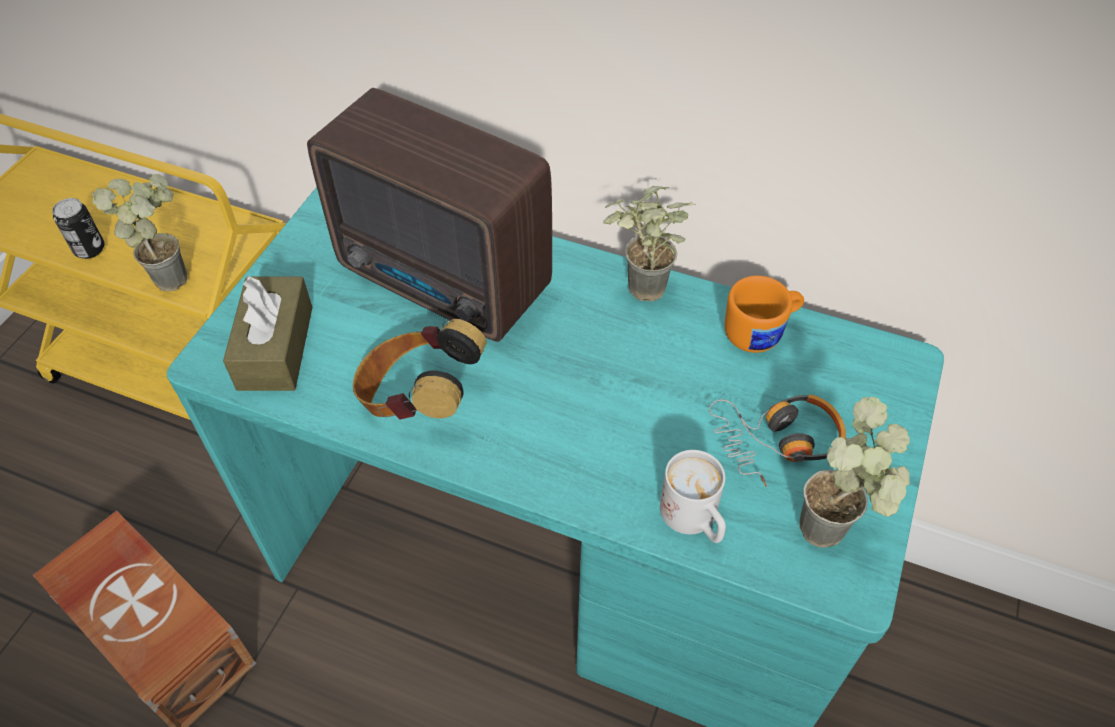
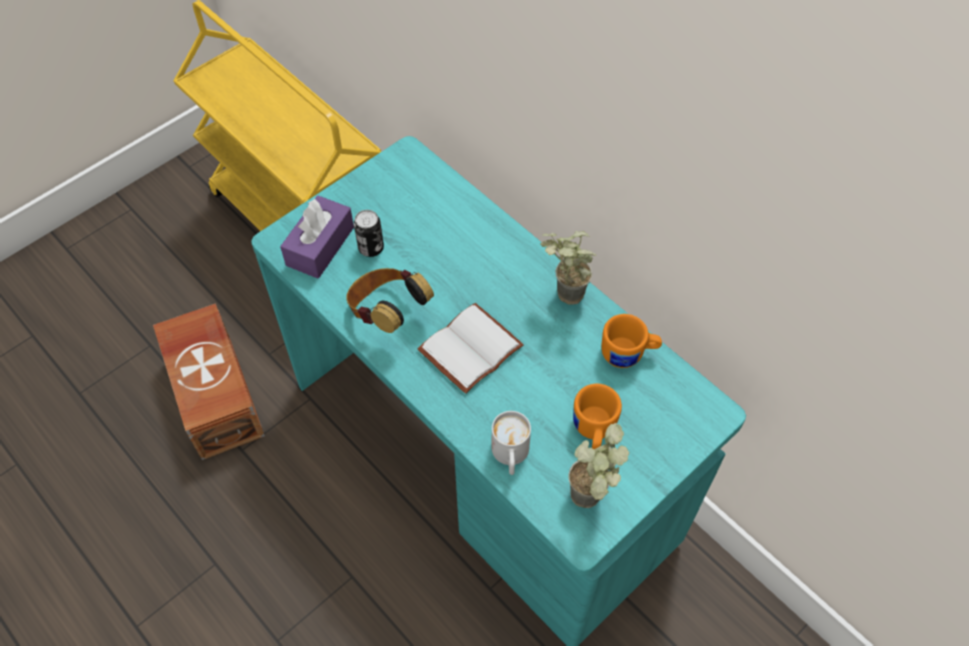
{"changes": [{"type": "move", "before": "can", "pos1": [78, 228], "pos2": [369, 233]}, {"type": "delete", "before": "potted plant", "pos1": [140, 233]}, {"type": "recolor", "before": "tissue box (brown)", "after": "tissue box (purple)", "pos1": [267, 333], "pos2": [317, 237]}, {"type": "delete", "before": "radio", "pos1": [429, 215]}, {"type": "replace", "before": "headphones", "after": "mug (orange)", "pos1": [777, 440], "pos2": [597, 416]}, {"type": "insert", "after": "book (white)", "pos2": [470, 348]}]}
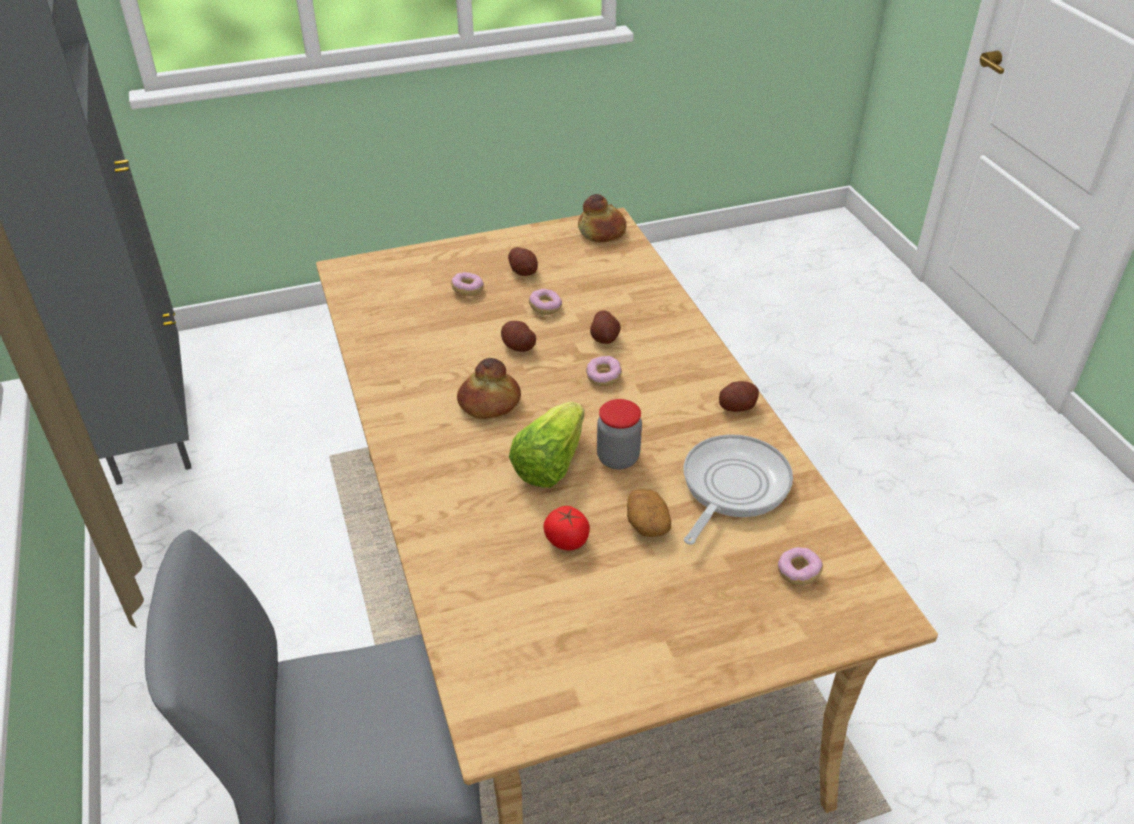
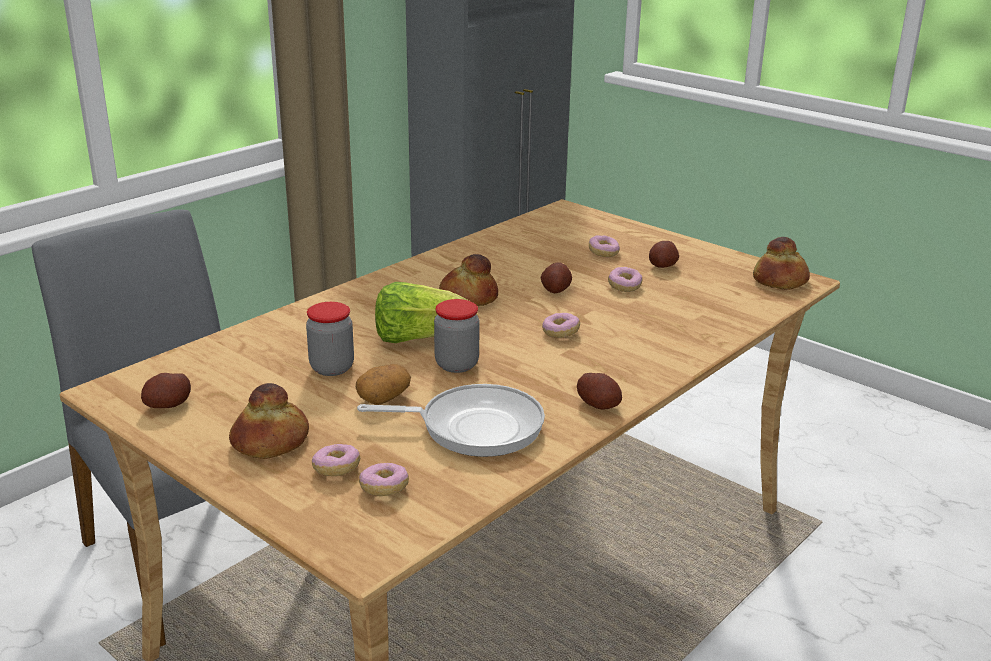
{"changes": [{"type": "replace", "before": "tomato", "after": "jar", "pos1": [567, 528], "pos2": [330, 339]}, {"type": "move", "before": "potato", "pos1": [605, 327], "pos2": [166, 390]}, {"type": "insert", "after": "bread", "pos2": [269, 421]}, {"type": "insert", "after": "donut", "pos2": [336, 460]}]}
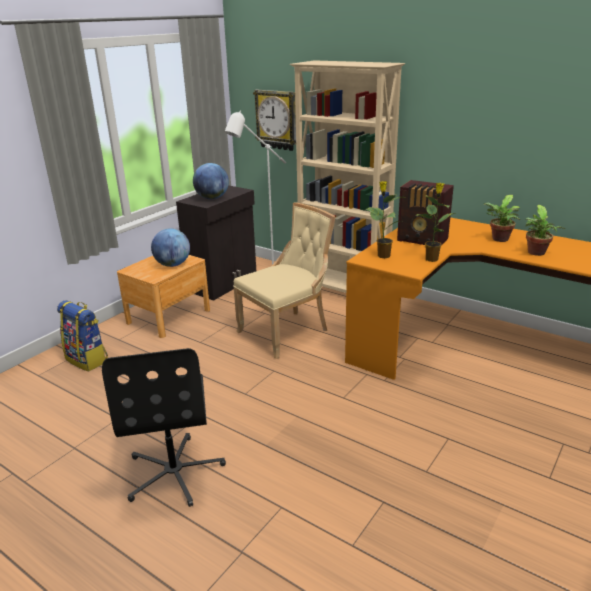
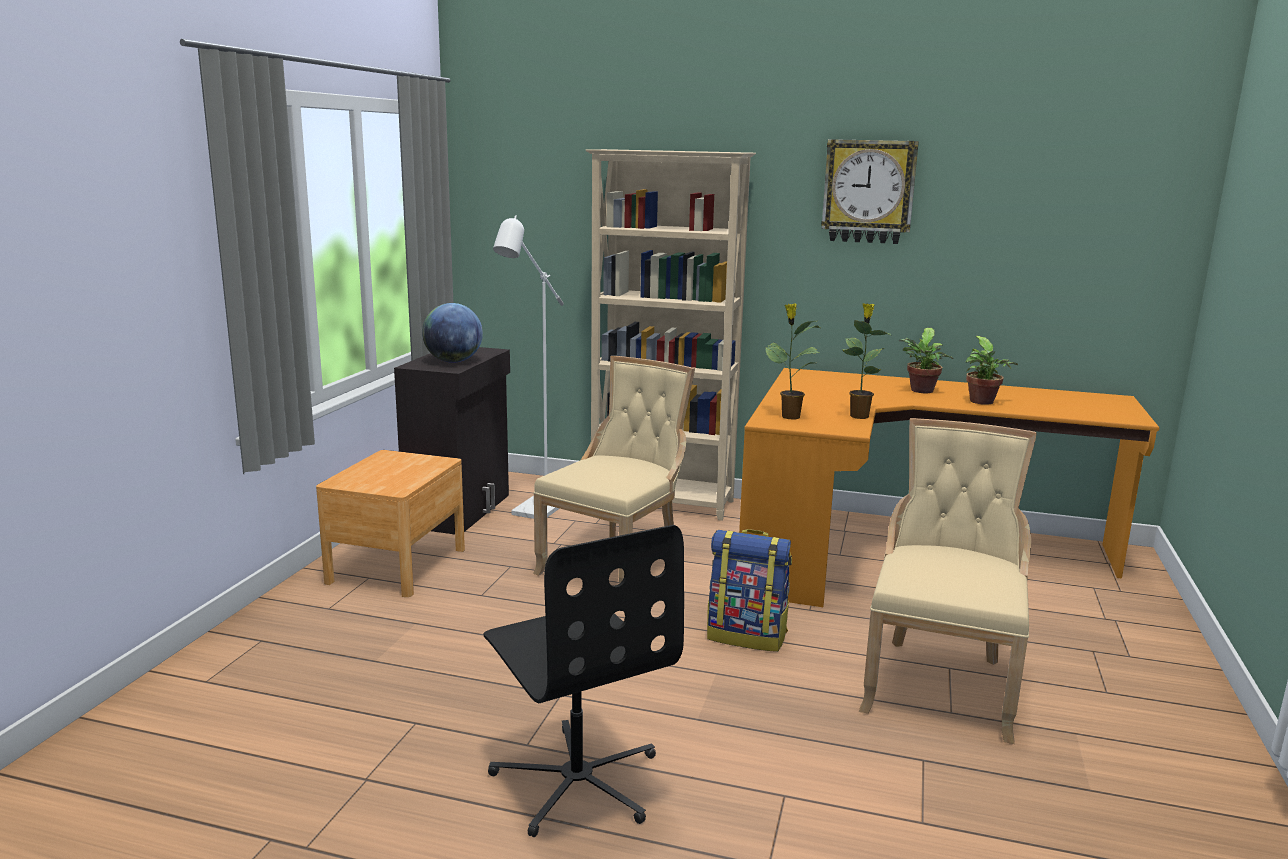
{"changes": [{"type": "move", "before": "backpack", "pos1": [82, 336], "pos2": [749, 590]}, {"type": "delete", "before": "globe", "pos1": [170, 247]}, {"type": "move", "before": "wall clock", "pos1": [274, 120], "pos2": [870, 191]}, {"type": "delete", "before": "radio", "pos1": [425, 212]}, {"type": "insert", "after": "chair (beige)", "pos2": [948, 581]}]}
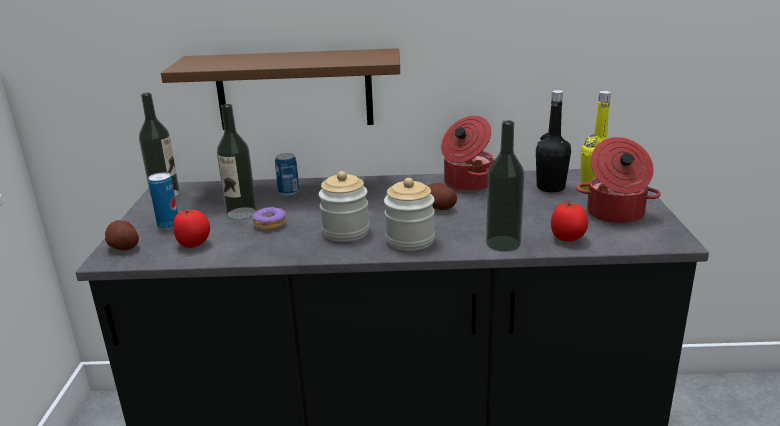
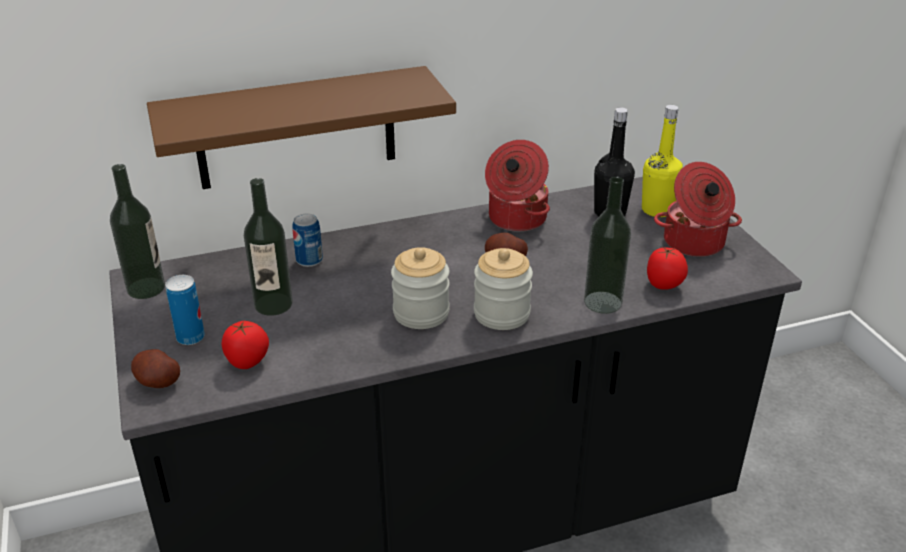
{"changes": [{"type": "delete", "before": "donut", "pos1": [269, 218]}]}
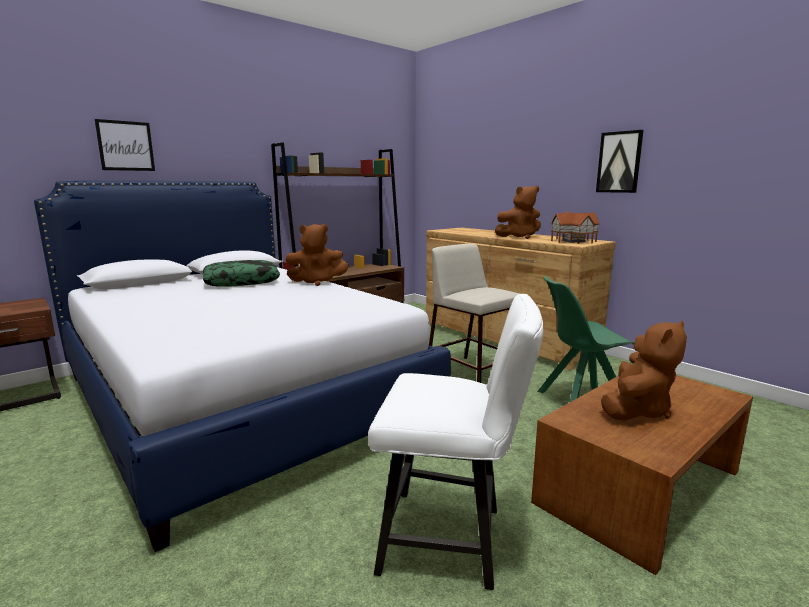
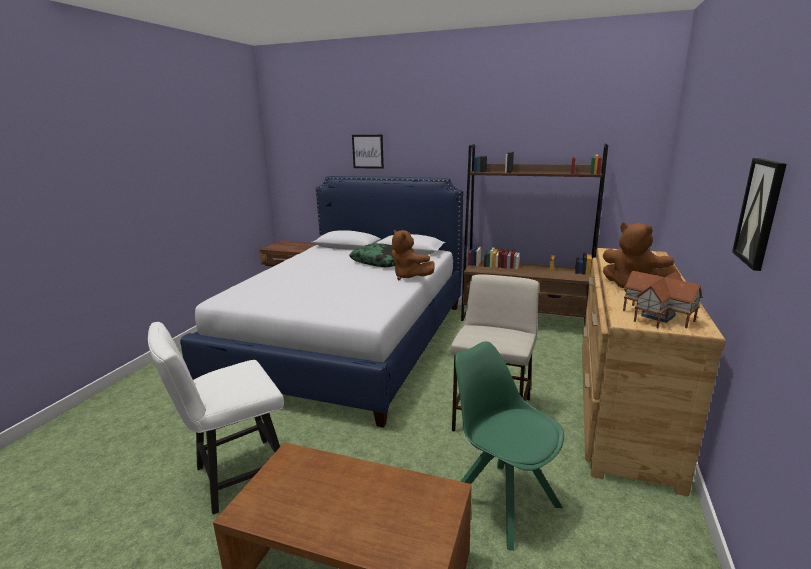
{"changes": [{"type": "rotate", "before": "chair (white)", "pos1": [455, 442], "pos2": [216, 418], "turn": 75}, {"type": "delete", "before": "plush toy (brown)", "pos1": [644, 371]}]}
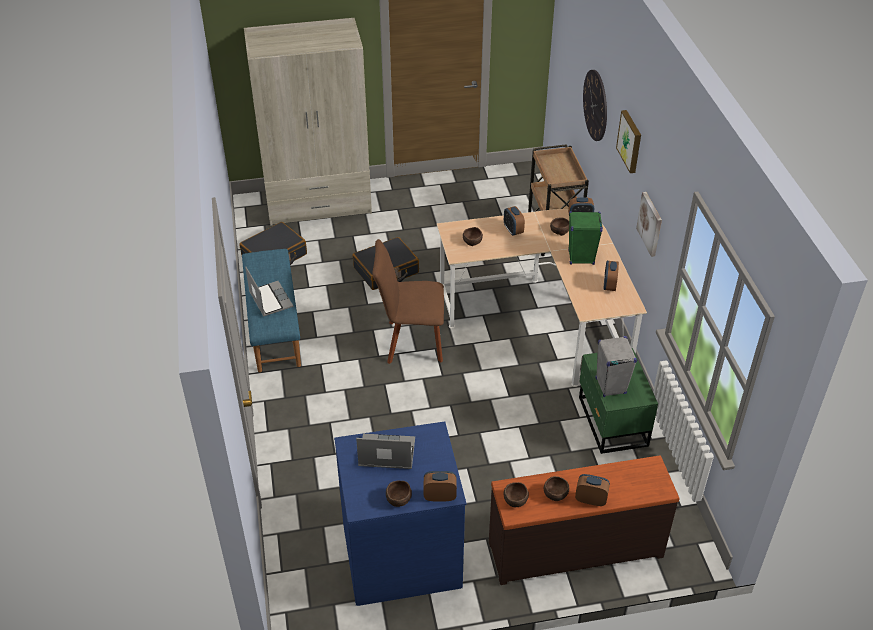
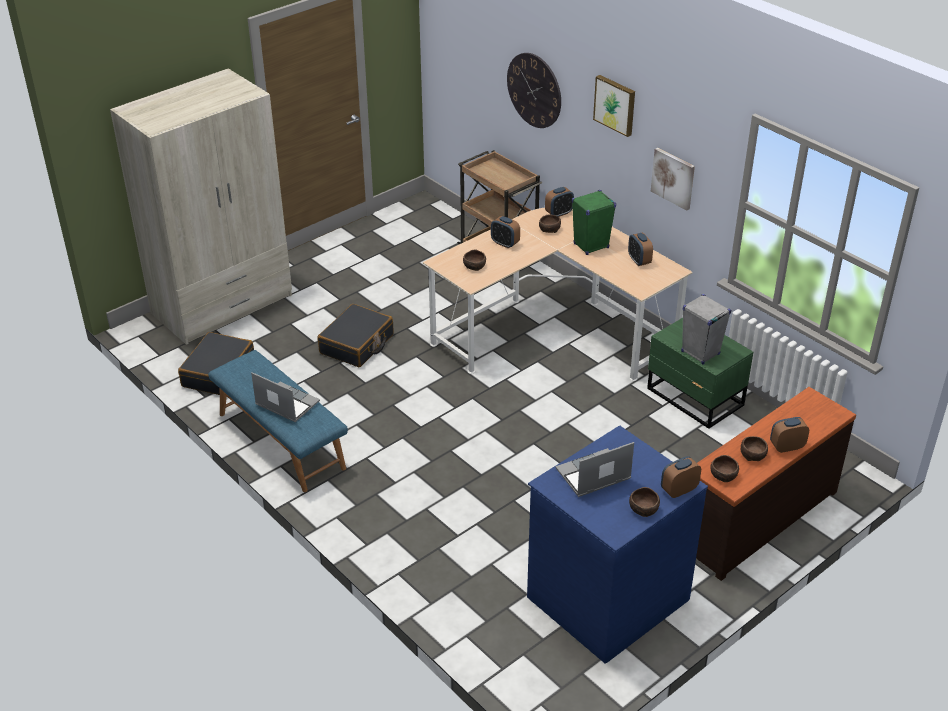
{"changes": [{"type": "delete", "before": "chair (brown)", "pos1": [408, 301]}]}
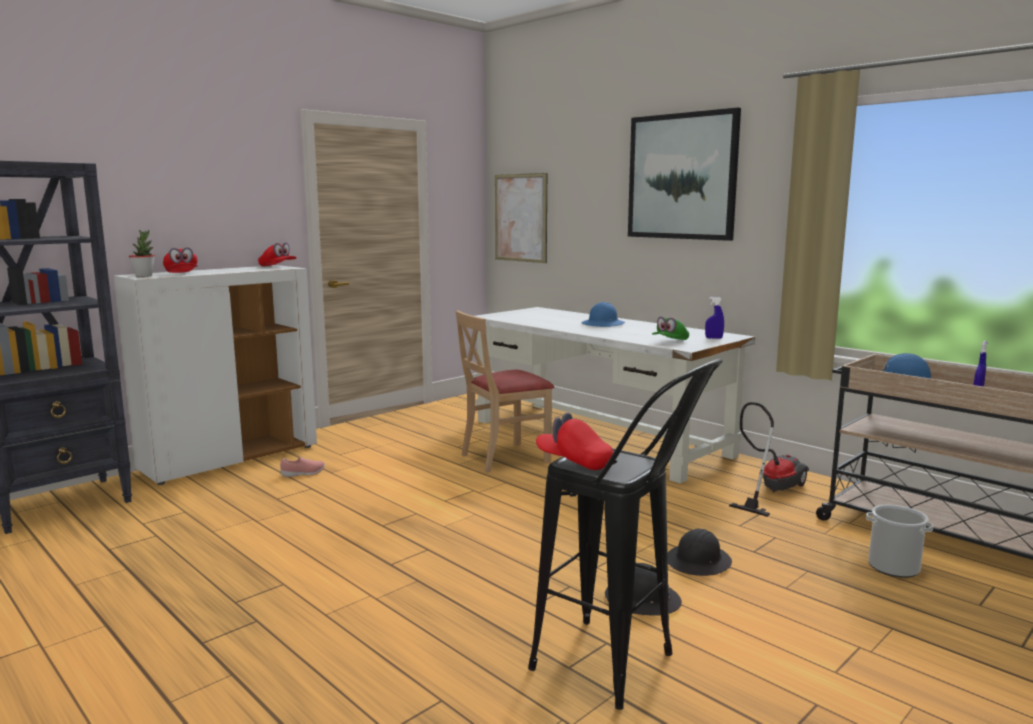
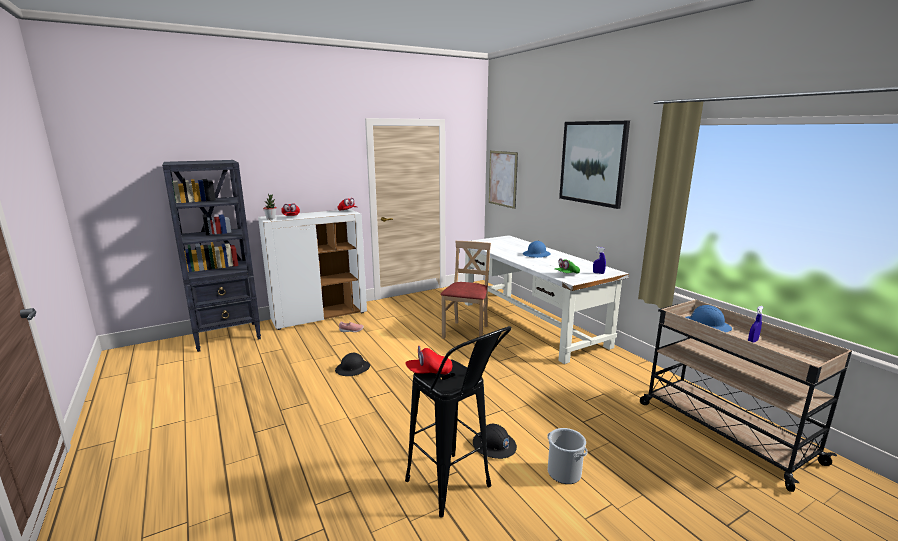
{"changes": [{"type": "rotate", "before": "chair (beige)", "pos1": [505, 392], "pos2": [465, 290], "turn": 120}, {"type": "rotate", "before": "cap (red)", "pos1": [575, 441], "pos2": [428, 360], "turn": -60}, {"type": "move", "before": "hard hat (black)", "pos1": [699, 552], "pos2": [352, 364]}, {"type": "delete", "before": "vacuum cleaner", "pos1": [769, 459]}, {"type": "move", "before": "bucket", "pos1": [899, 541], "pos2": [567, 456]}]}
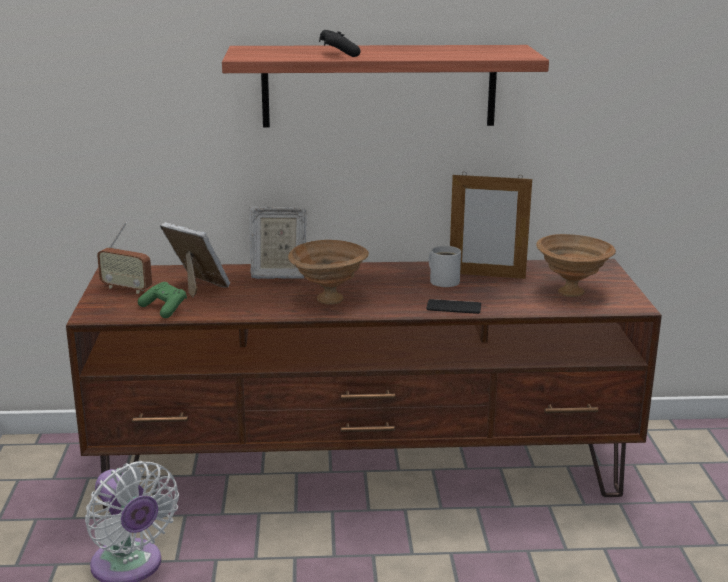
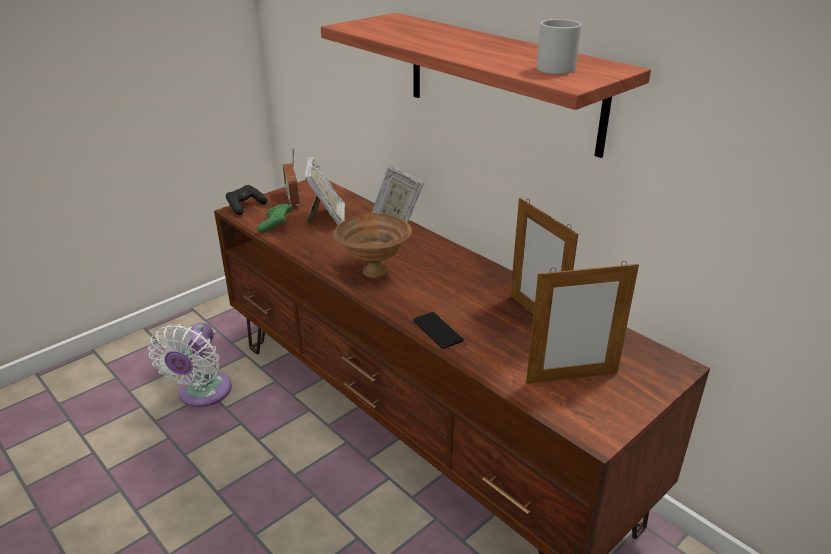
{"changes": [{"type": "move", "before": "game controller (black)", "pos1": [340, 43], "pos2": [246, 200]}, {"type": "move", "before": "mug (white)", "pos1": [445, 266], "pos2": [558, 46]}, {"type": "replace", "before": "bowl (brown)", "after": "picture frame", "pos1": [576, 265], "pos2": [582, 322]}]}
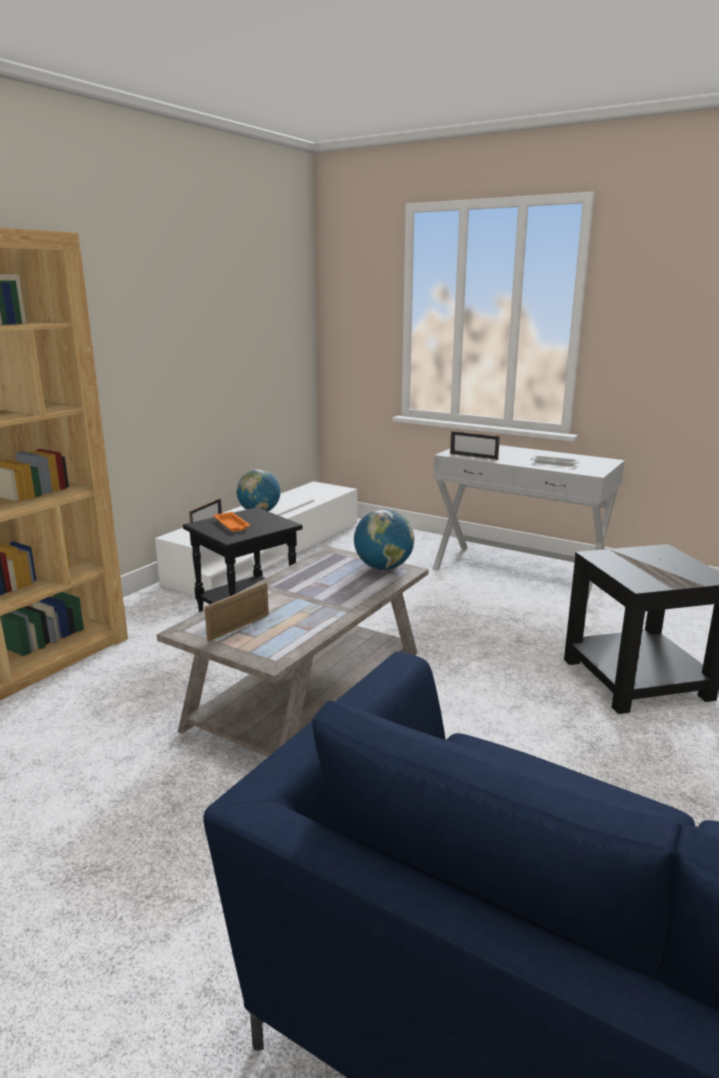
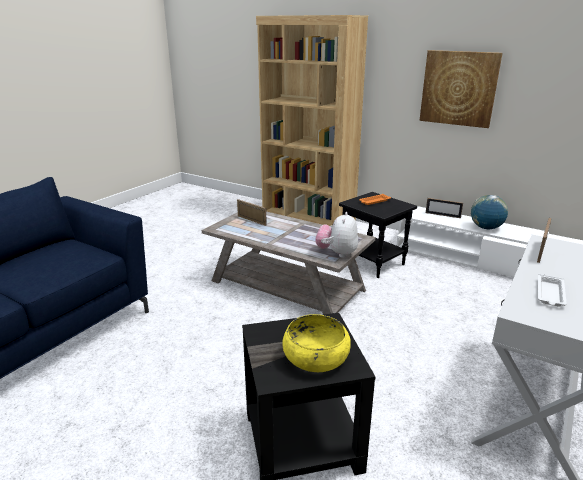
{"changes": [{"type": "replace", "before": "globe", "after": "plush toy", "pos1": [384, 539], "pos2": [337, 235]}, {"type": "insert", "after": "bowl (yellow)", "pos2": [316, 343]}, {"type": "insert", "after": "picture", "pos2": [461, 89]}]}
